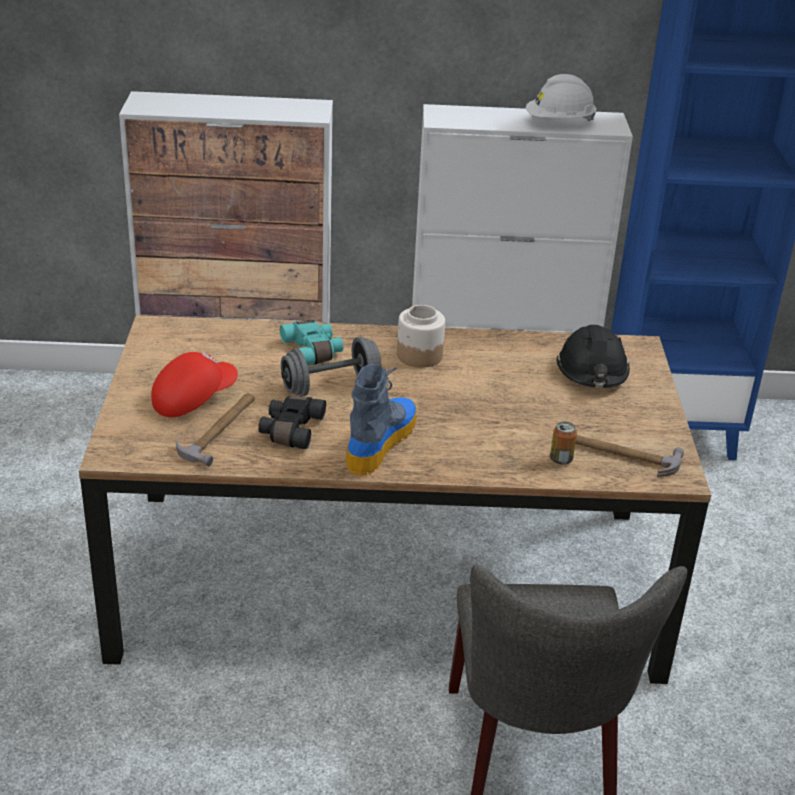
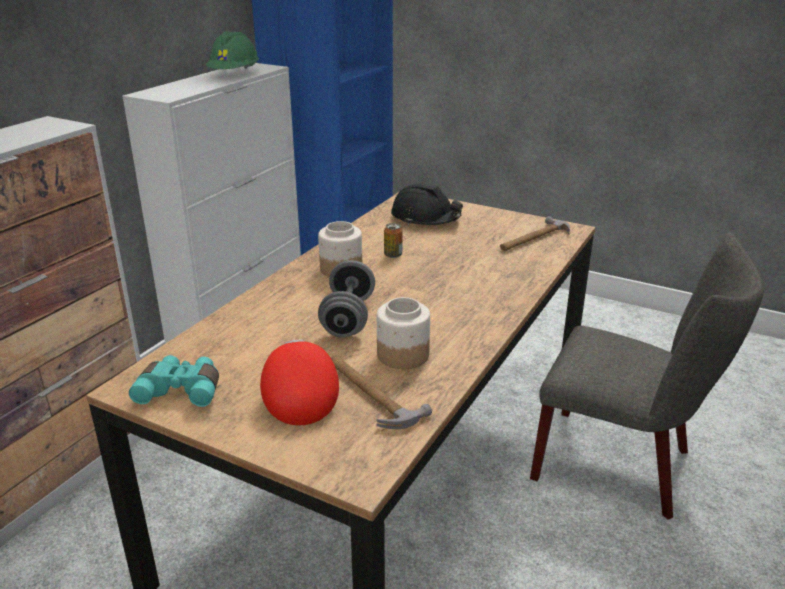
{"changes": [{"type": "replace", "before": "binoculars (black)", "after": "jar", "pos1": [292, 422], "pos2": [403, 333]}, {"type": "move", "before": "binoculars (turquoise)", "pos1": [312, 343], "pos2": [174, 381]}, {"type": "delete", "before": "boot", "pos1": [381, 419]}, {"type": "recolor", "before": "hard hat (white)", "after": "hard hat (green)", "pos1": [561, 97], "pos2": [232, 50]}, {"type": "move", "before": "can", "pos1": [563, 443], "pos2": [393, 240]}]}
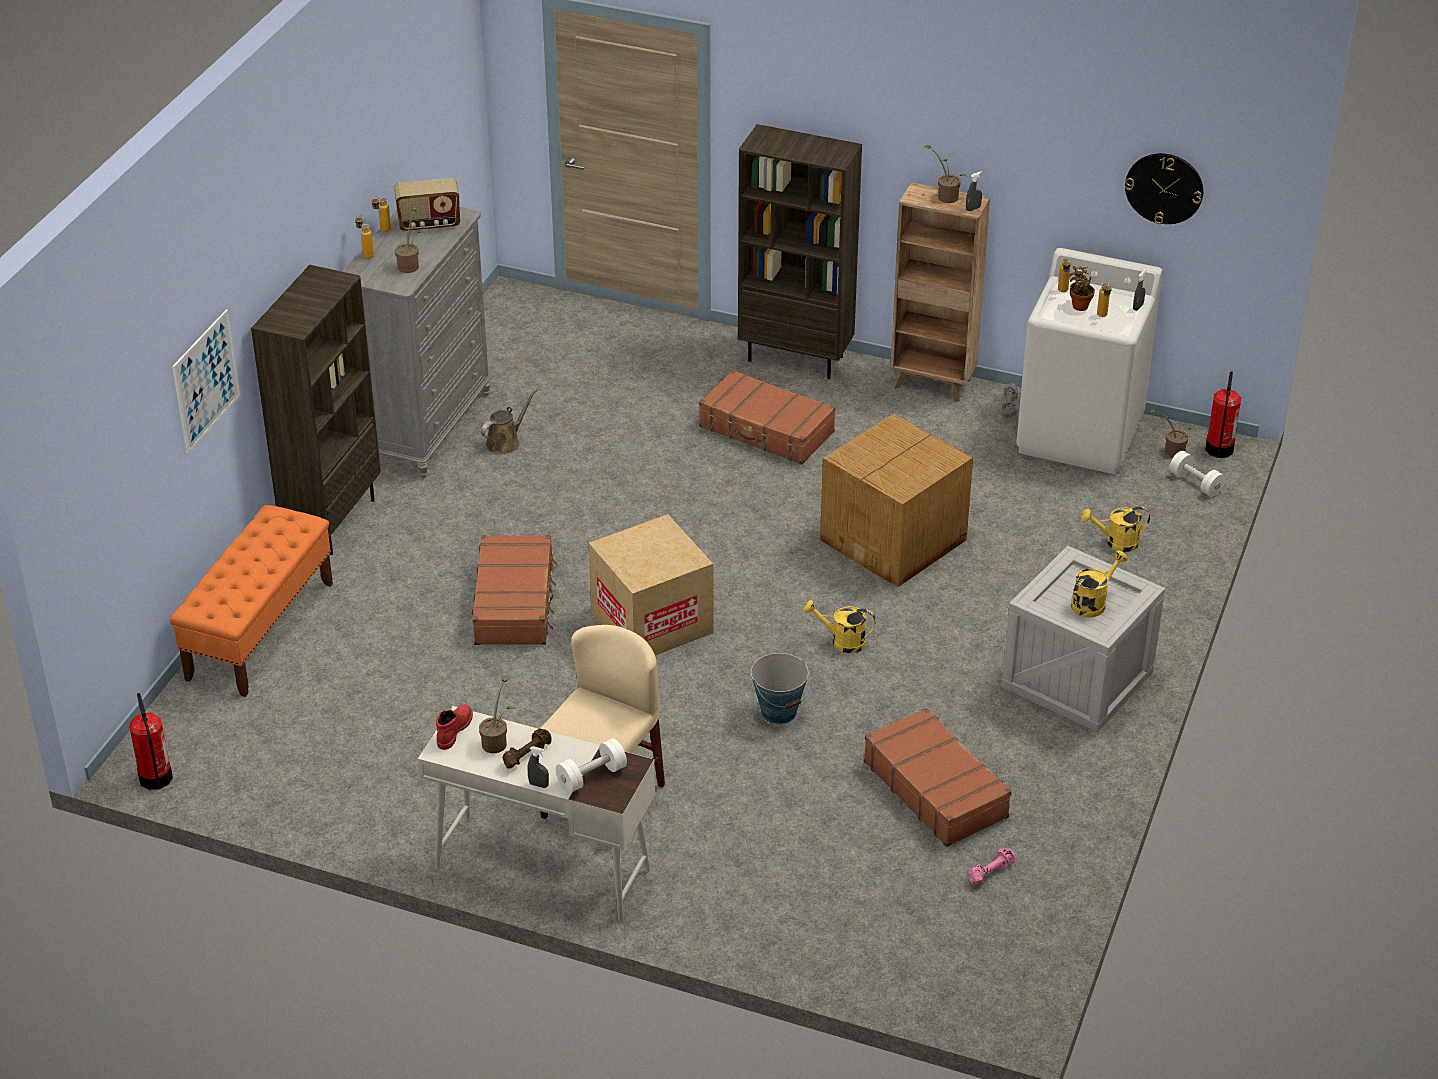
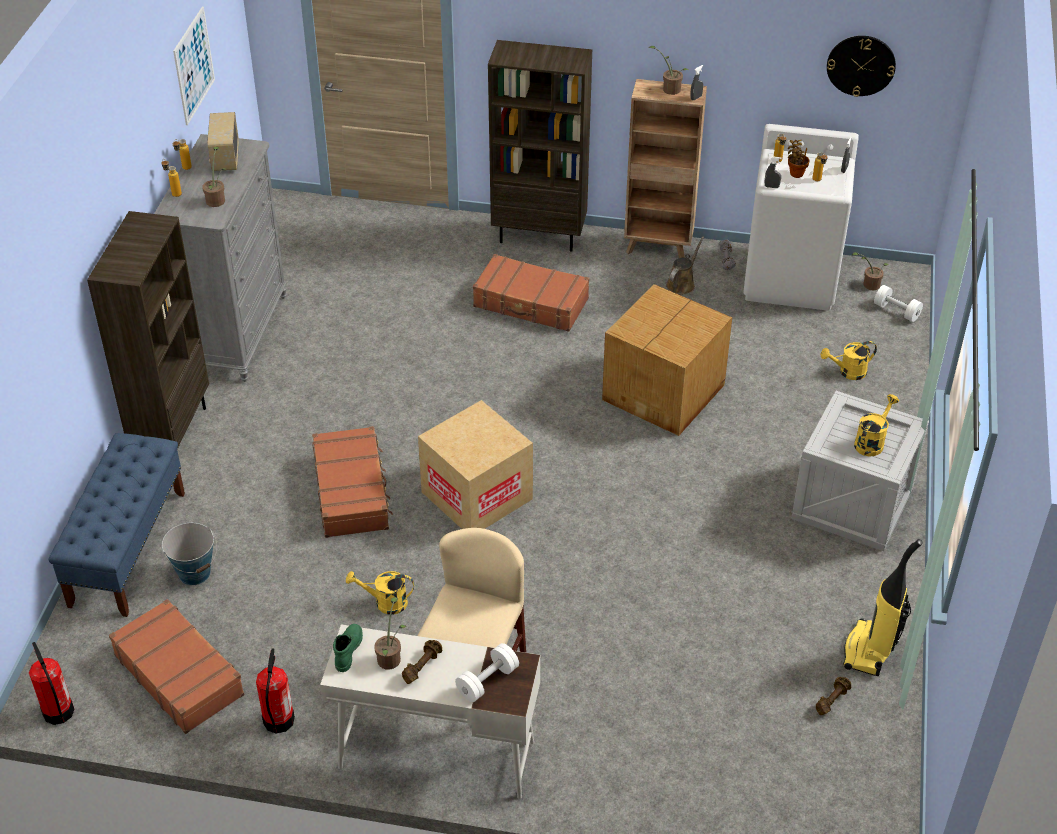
{"changes": [{"type": "recolor", "before": "bench (orange)", "after": "bench (blue)", "pos1": [251, 601], "pos2": [116, 525]}, {"type": "move", "before": "picture", "pos1": [206, 382], "pos2": [194, 66]}, {"type": "rotate", "before": "radio", "pos1": [427, 205], "pos2": [223, 141], "turn": 105}, {"type": "recolor", "before": "boot (red)", "after": "boot (green)", "pos1": [454, 727], "pos2": [348, 648]}, {"type": "move", "before": "watering can (brown)", "pos1": [509, 421], "pos2": [685, 265]}, {"type": "move", "before": "spray bottle (grey)", "pos1": [538, 767], "pos2": [773, 172]}, {"type": "move", "before": "bucket", "pos1": [780, 688], "pos2": [189, 554]}, {"type": "move", "before": "watering can (yellow)", "pos1": [840, 626], "pos2": [380, 593]}, {"type": "move", "before": "suitcase (brown)", "pos1": [938, 777], "pos2": [176, 666]}, {"type": "recolor", "before": "dumbbell (pink)", "after": "dumbbell (brown)", "pos1": [991, 866], "pos2": [833, 696]}, {"type": "move", "before": "fire extinguisher", "pos1": [1223, 414], "pos2": [275, 691]}, {"type": "insert", "after": "vacuum cleaner", "pos2": [883, 607]}]}
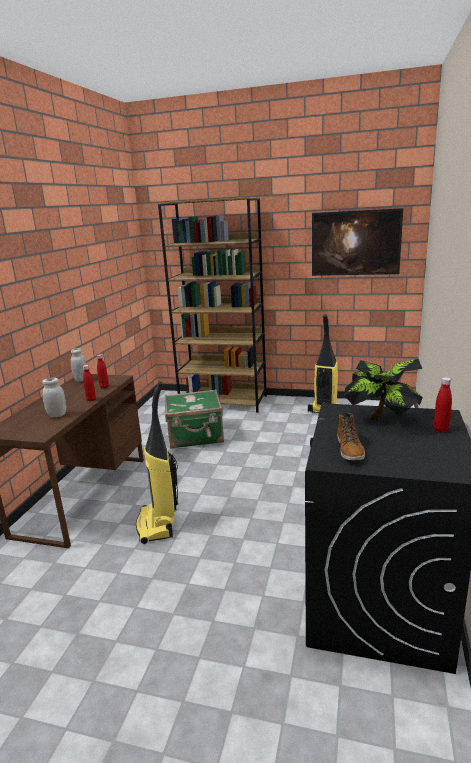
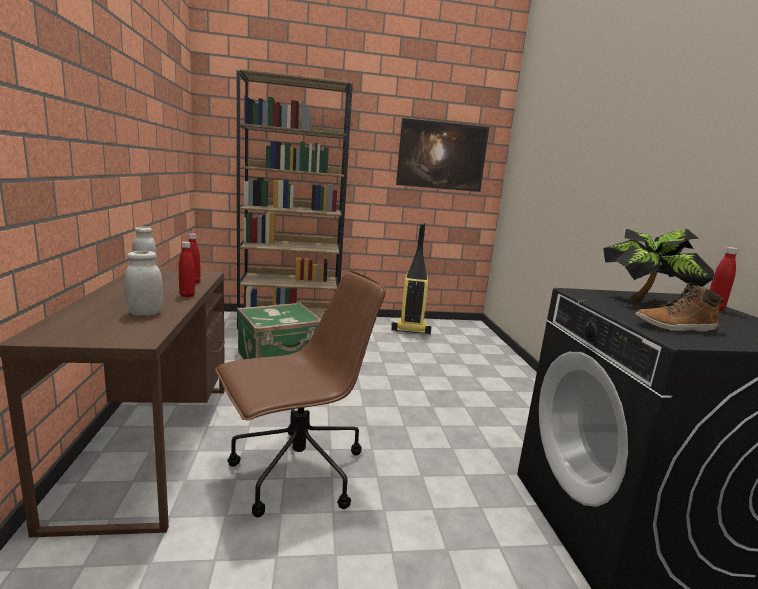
{"changes": [{"type": "replace", "before": "vacuum cleaner", "after": "office chair (brown)", "pos1": [157, 462], "pos2": [300, 394]}, {"type": "rotate", "before": "boot", "pos1": [351, 437], "pos2": [679, 307], "turn": 105}]}
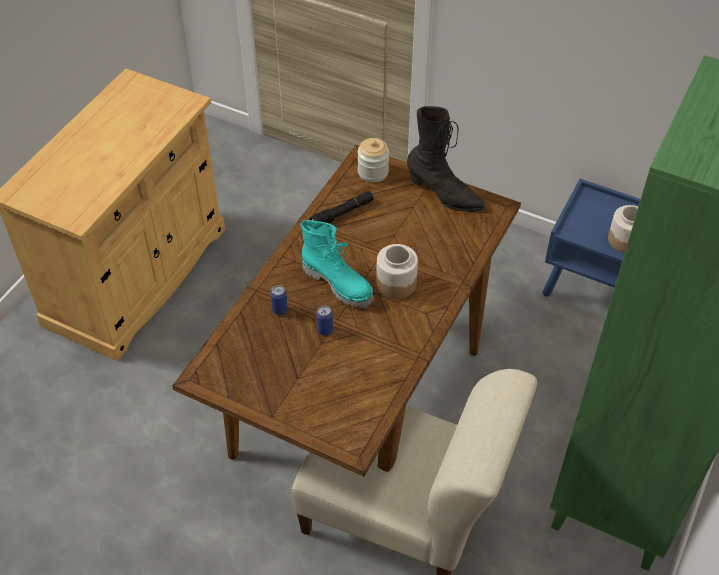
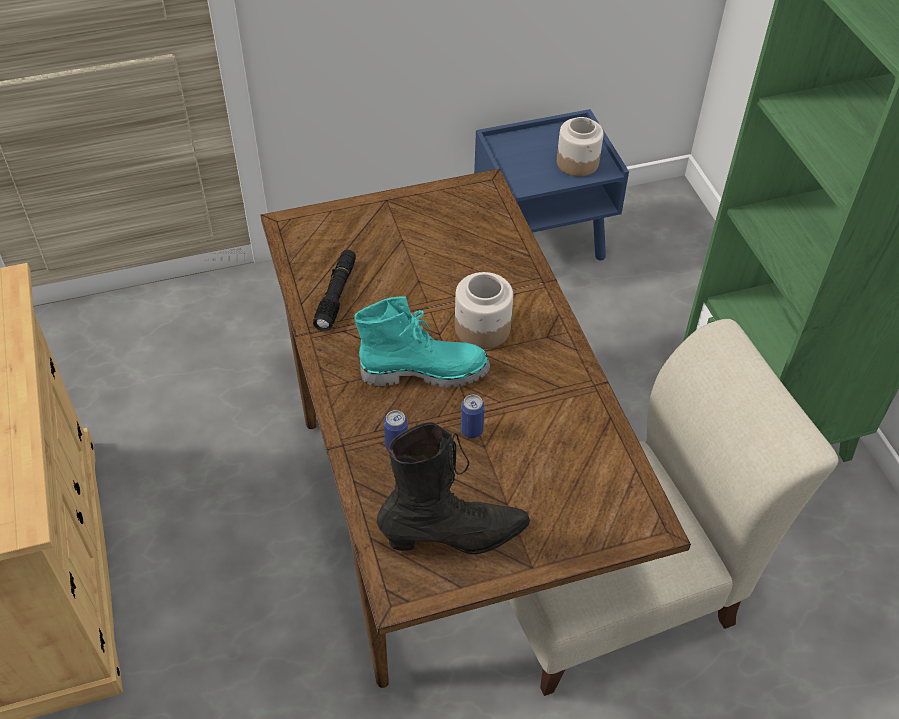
{"changes": [{"type": "delete", "before": "jar", "pos1": [373, 160]}, {"type": "move", "before": "boot (black)", "pos1": [446, 159], "pos2": [453, 488]}]}
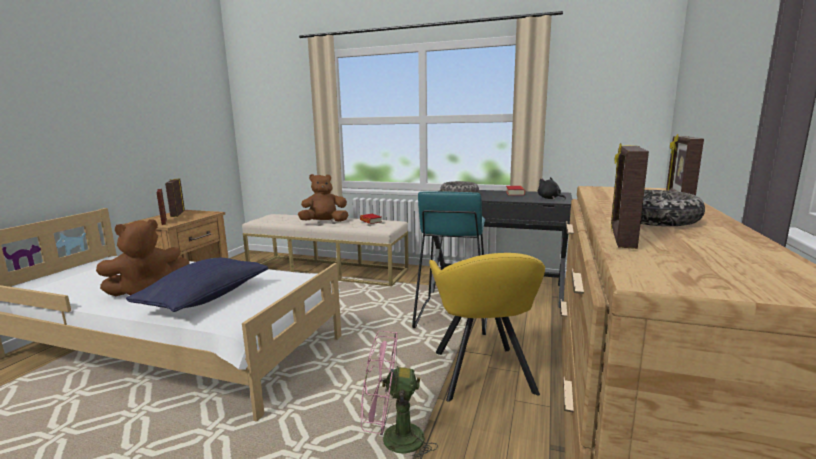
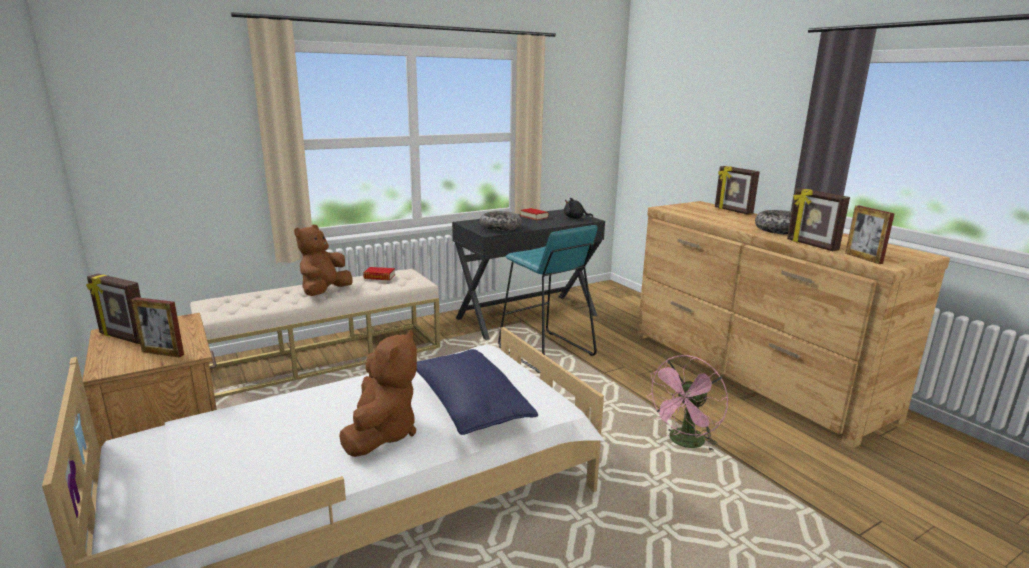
{"changes": [{"type": "delete", "before": "armchair (yellow)", "pos1": [487, 327]}, {"type": "insert", "after": "picture frame", "pos2": [870, 235]}]}
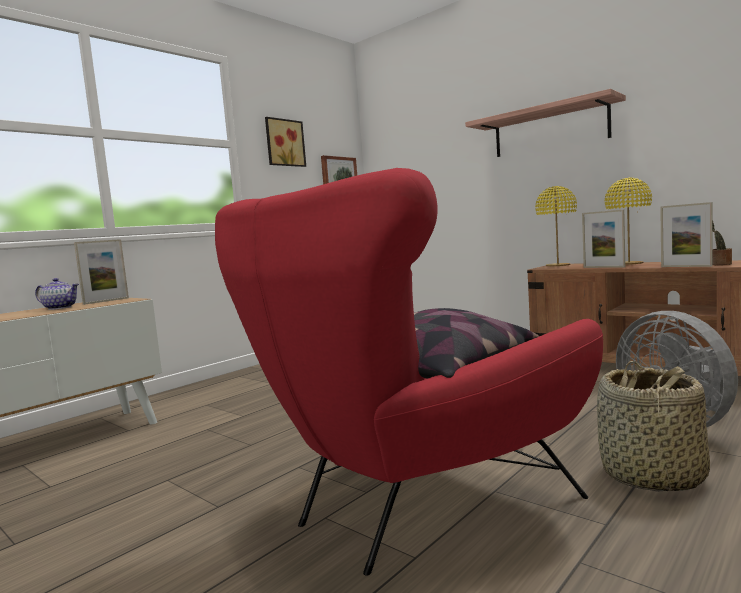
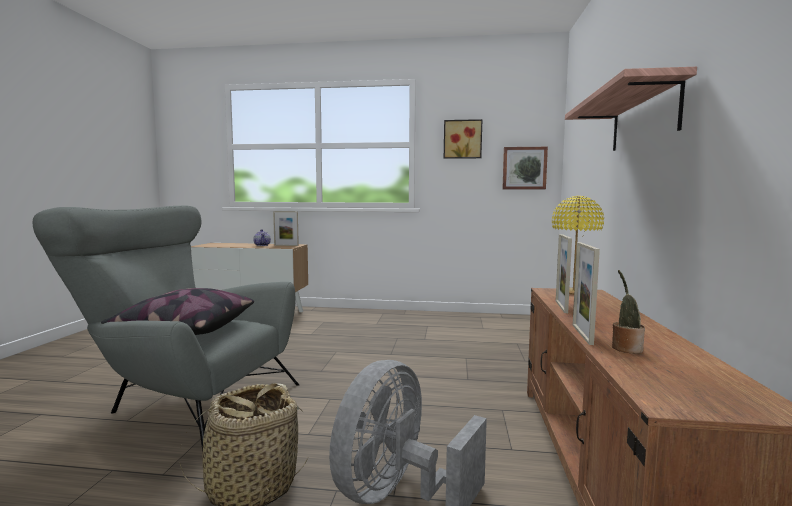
{"changes": [{"type": "recolor", "before": "armchair (red)", "after": "armchair (grey)", "pos1": [409, 371], "pos2": [166, 328]}, {"type": "delete", "before": "table lamp (yellow)", "pos1": [628, 221]}]}
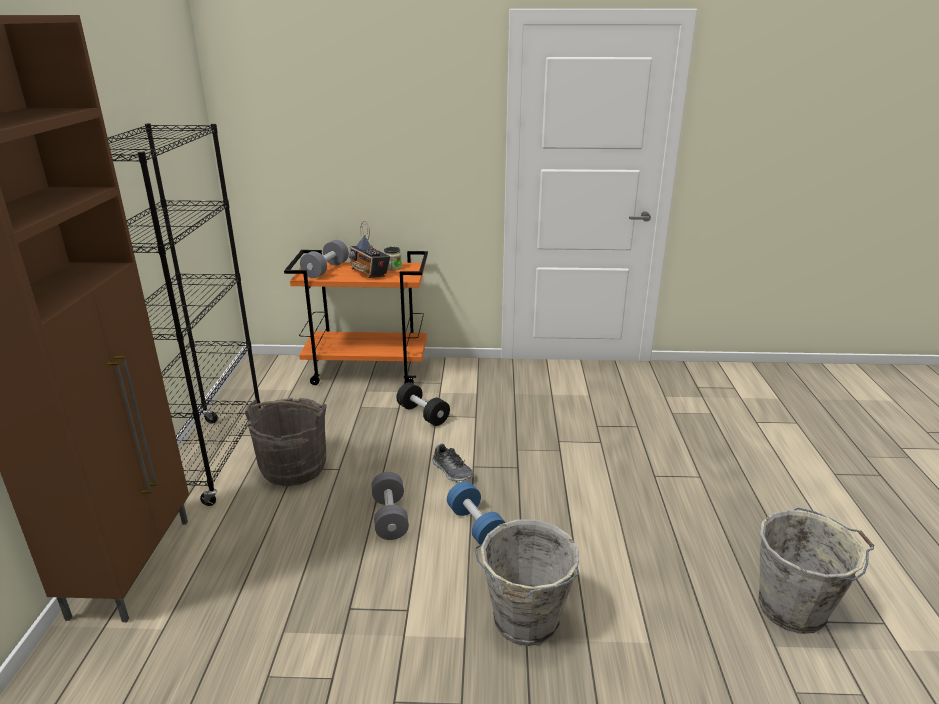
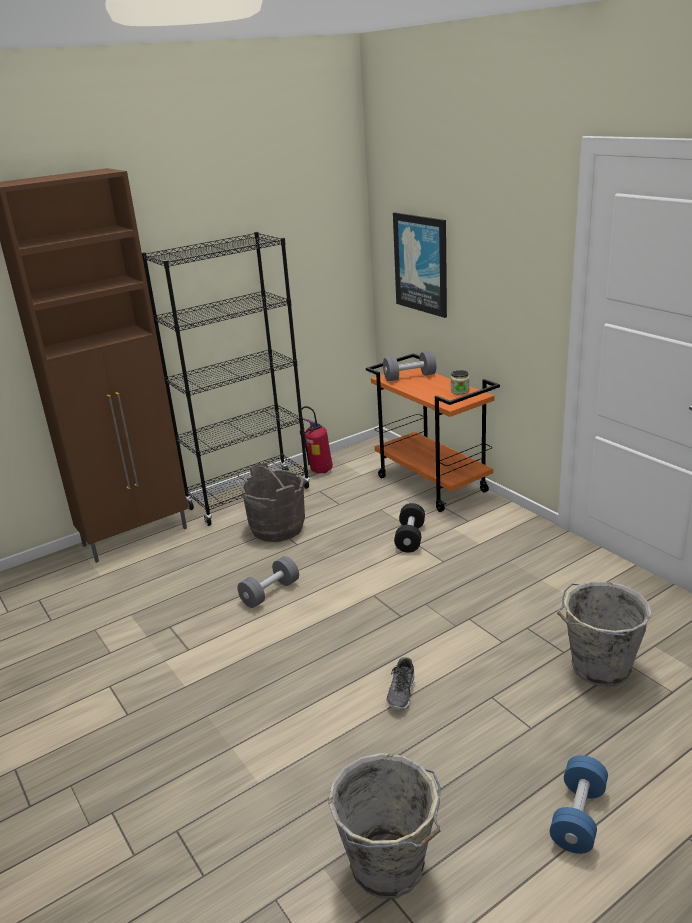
{"changes": [{"type": "delete", "before": "radio", "pos1": [369, 249]}, {"type": "move", "before": "shoe", "pos1": [453, 463], "pos2": [400, 683]}, {"type": "move", "before": "dumbbell (blue)", "pos1": [476, 513], "pos2": [579, 804]}, {"type": "move", "before": "bucket (grey)", "pos1": [526, 582], "pos2": [604, 634]}, {"type": "insert", "after": "fire extinguisher", "pos2": [316, 439]}, {"type": "insert", "after": "picture", "pos2": [420, 265]}]}
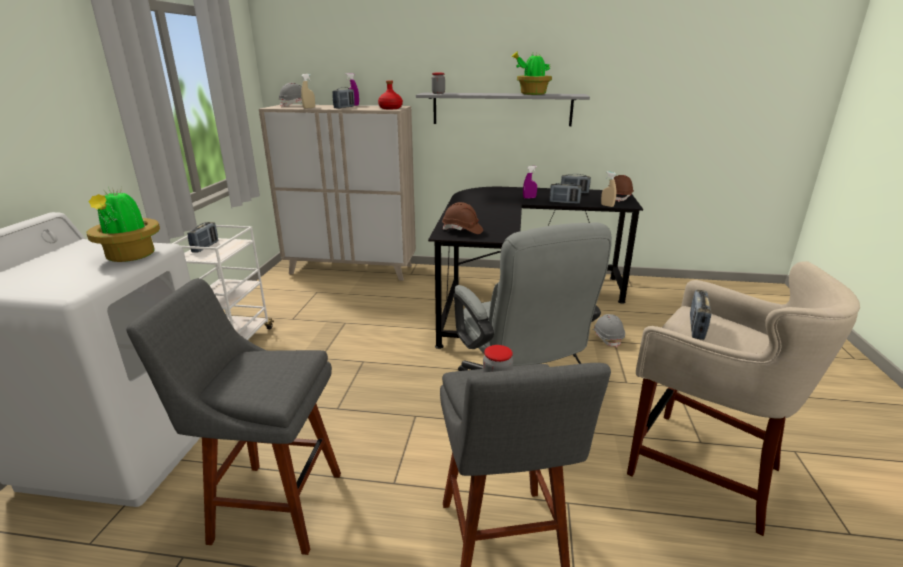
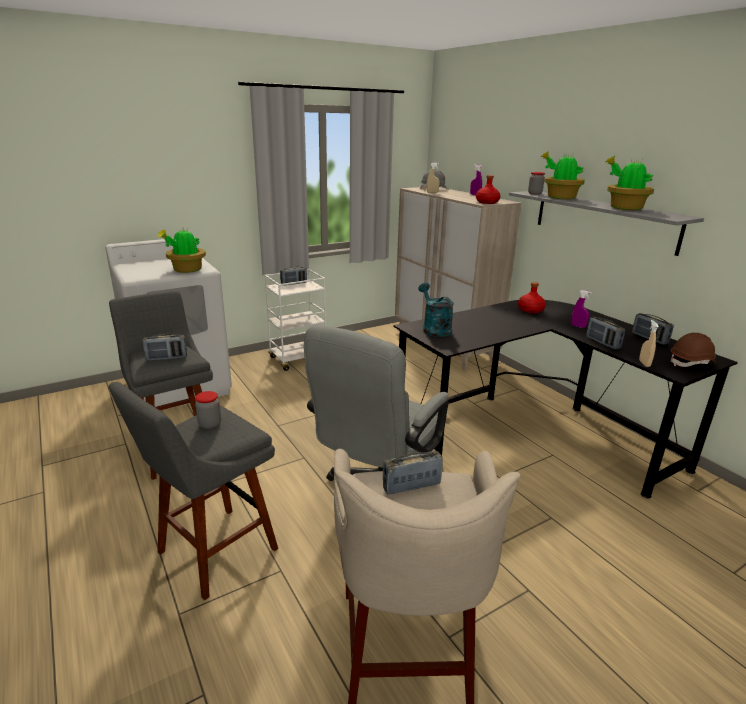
{"changes": [{"type": "move", "before": "radio", "pos1": [343, 98], "pos2": [164, 347]}, {"type": "replace", "before": "hard hat (brown)", "after": "watering can (turquoise)", "pos1": [462, 218], "pos2": [436, 310]}, {"type": "delete", "before": "hard hat (grey)", "pos1": [608, 331]}, {"type": "insert", "after": "bottle (red)", "pos2": [532, 298]}, {"type": "insert", "after": "potted plant", "pos2": [563, 175]}]}
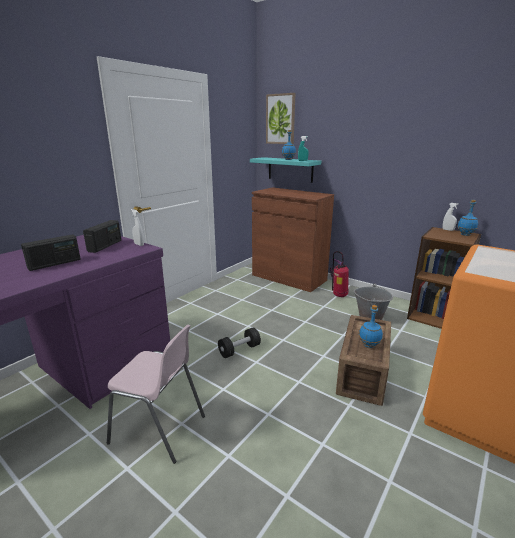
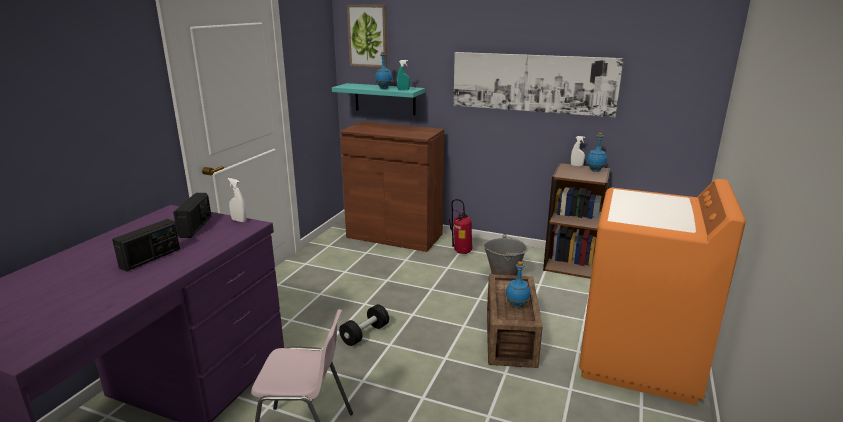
{"changes": [{"type": "insert", "after": "picture", "pos2": [538, 84]}]}
